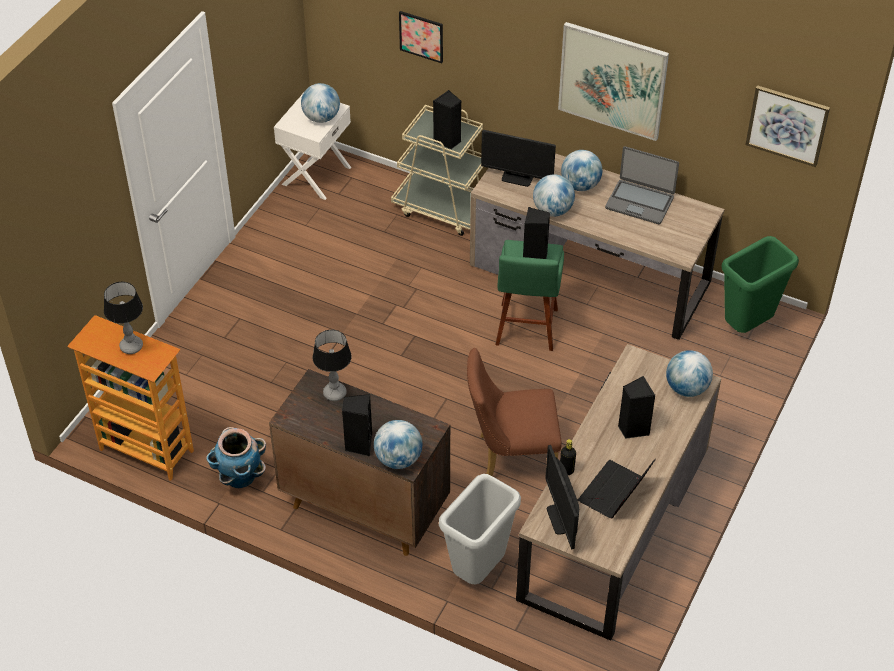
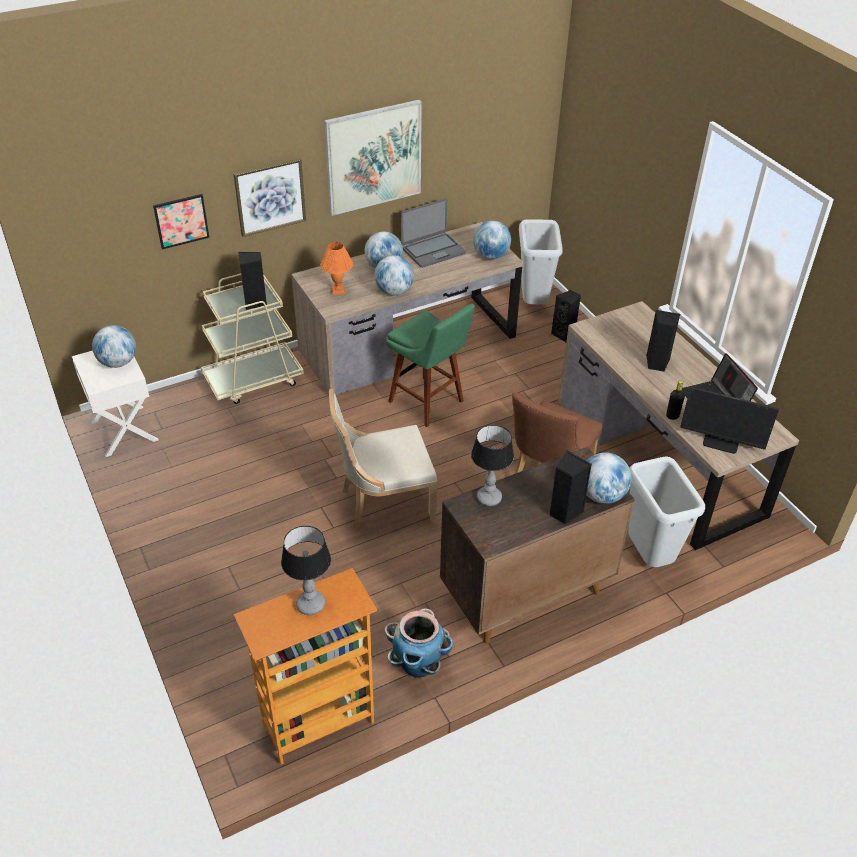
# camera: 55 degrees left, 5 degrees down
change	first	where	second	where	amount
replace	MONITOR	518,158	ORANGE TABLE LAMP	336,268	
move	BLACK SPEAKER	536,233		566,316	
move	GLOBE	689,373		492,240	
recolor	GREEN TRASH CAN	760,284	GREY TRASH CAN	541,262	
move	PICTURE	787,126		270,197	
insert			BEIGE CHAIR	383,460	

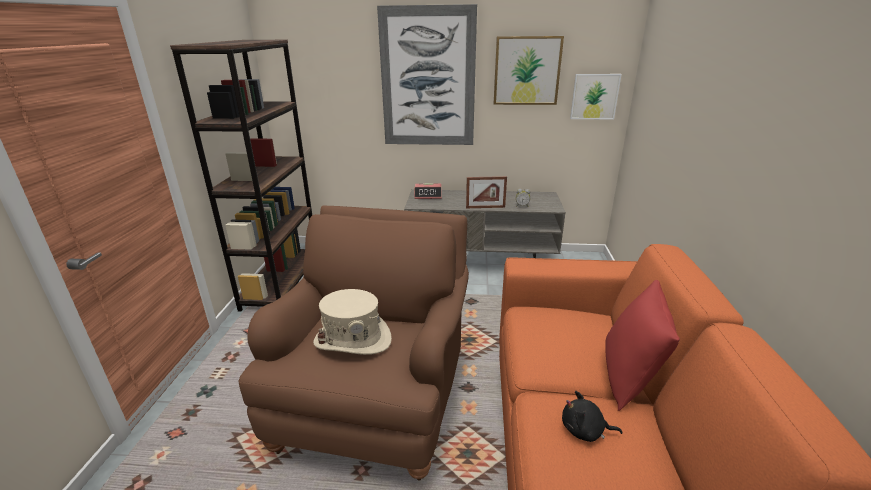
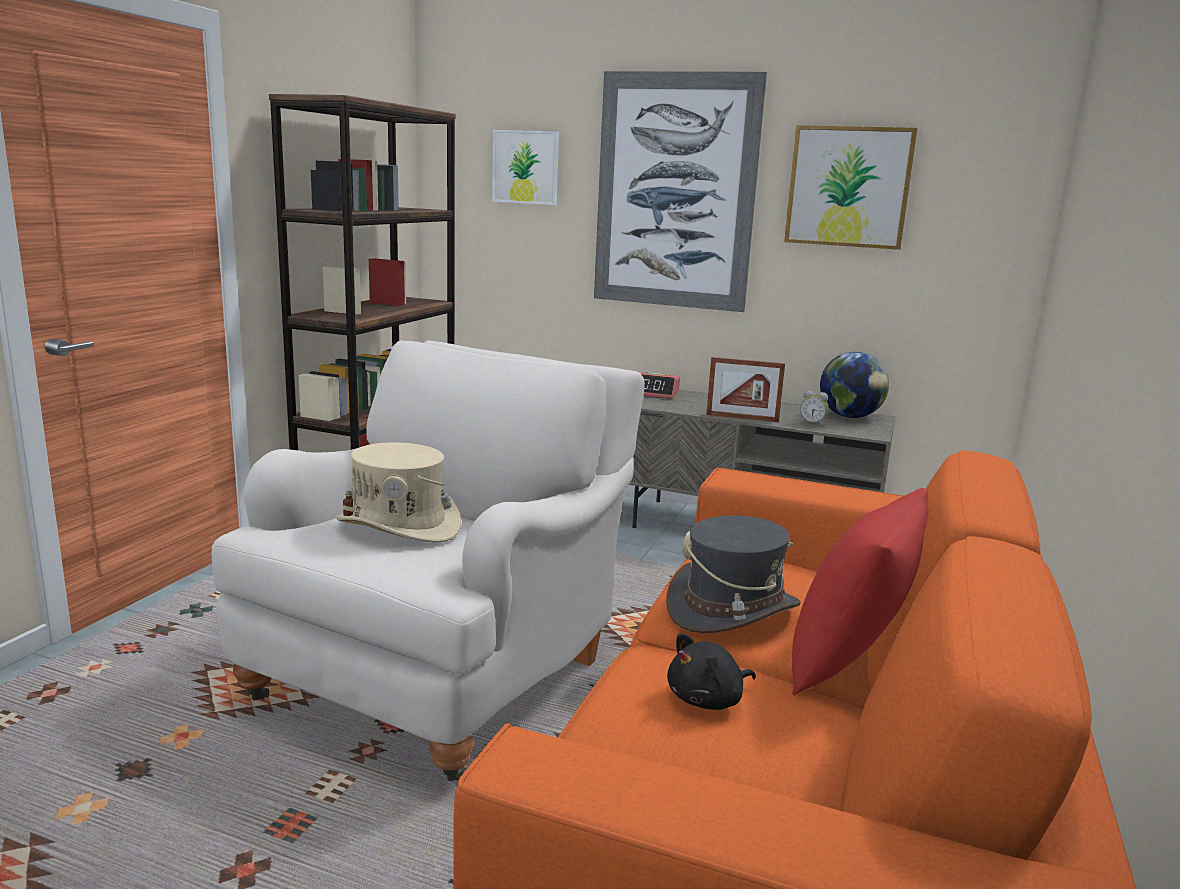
# camera: 15 degrees right, 10 degrees down
change	first	where	second	where	amount
recolor	BROWN ARMCHAIR	353,342	WHITE ARMCHAIR	428,560	
rotate	BLACK PLUSH TOY	592,416		711,671	60 degrees counterclockwise
move	PICTURE	596,96		525,167	
insert			GREY HAT	733,574	
insert			GLOBE	854,385	

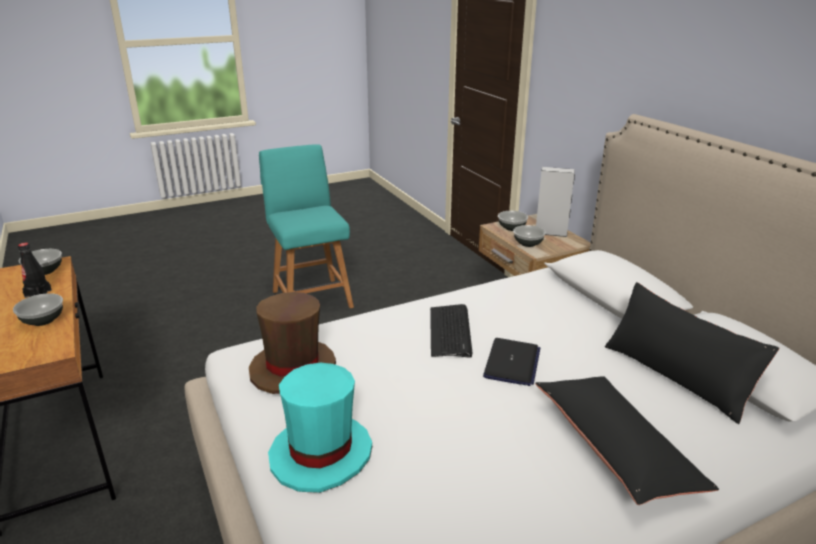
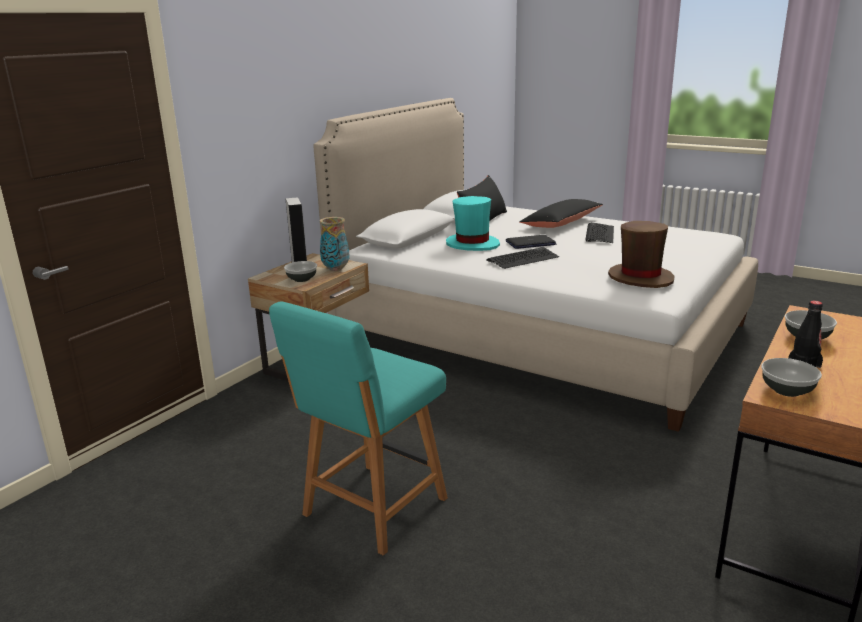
# camera: 120 degrees left, 5 degrees down
change	first	where	second	where	amount
move	TURQUOISE HAT	320,428		473,223	
replace	BOWL	529,236	VASE	335,244	
insert			KEYBOARD	599,232	

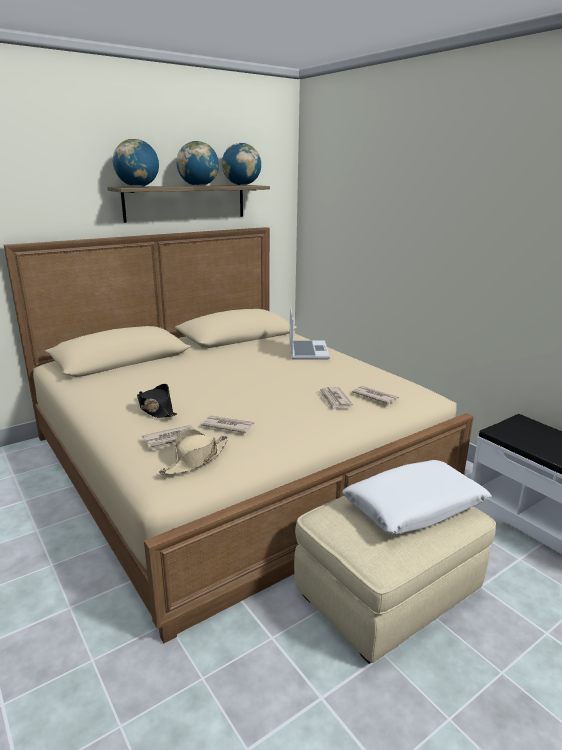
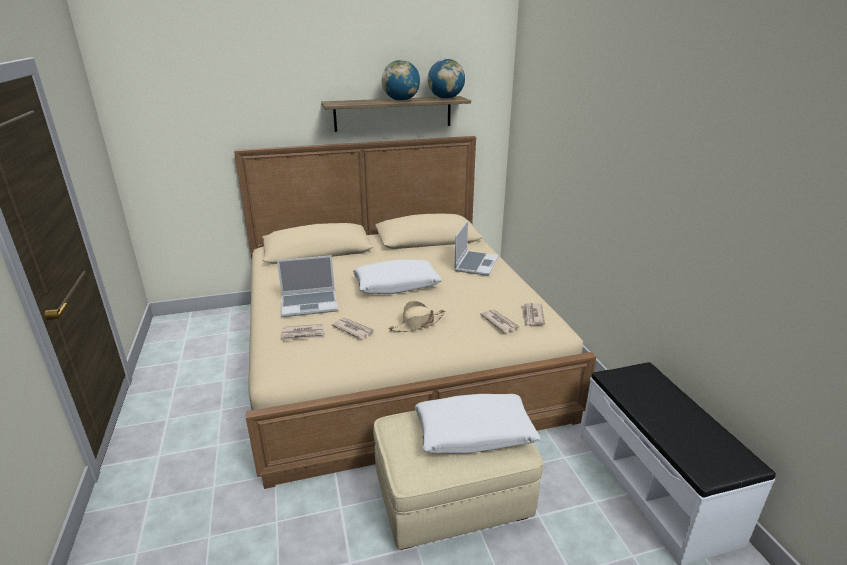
# camera: 20 degrees right, 5 degrees up
change	first	where	second	where	amount
delete	GLOBE	136,163			
replace	BLACK HAT	157,401	LAPTOP	307,286	
move	BEIGE HAT	194,452		417,316	
move	NEWSPAPER	335,398		533,314	
insert			WHITE PILLOW	397,277	

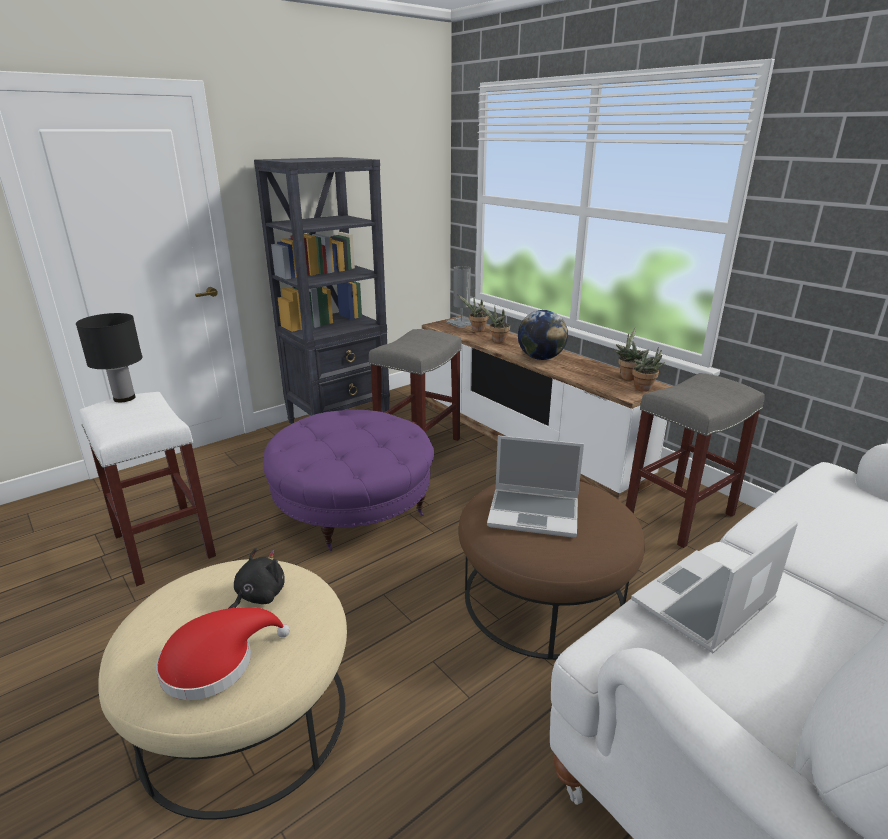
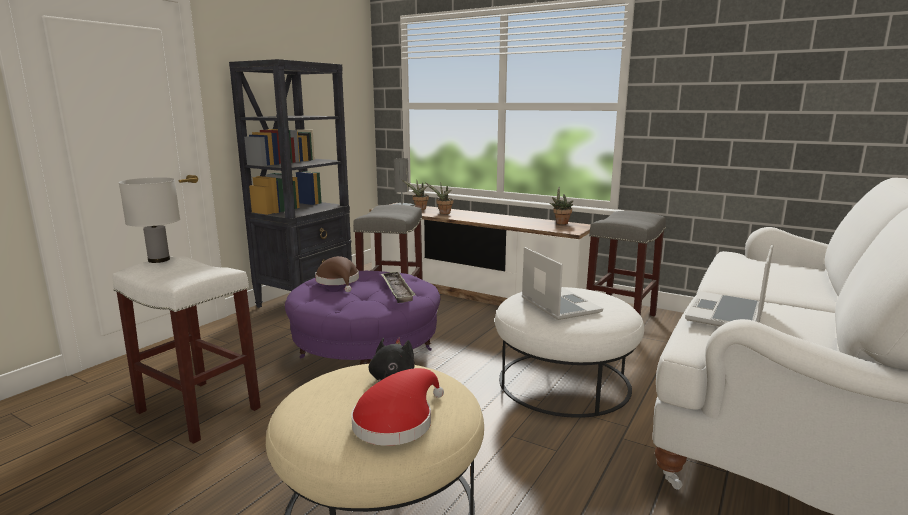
# camera: 20 degrees left, 10 degrees down
change	first	where	second	where	amount
recolor	BLACK TABLE LAMP	109,357	WHITE TABLE LAMP	149,220	
recolor	BROWN OTTOMAN	552,570	WHITE OTTOMAN	569,352	
rotate	LAPTOP	535,487		562,283	105 degrees counterclockwise
delete	GLOBE	543,335			
delete	POTTED PLANT	648,369			
insert			BROWN HAT	337,274	
insert			TRAY	398,287	

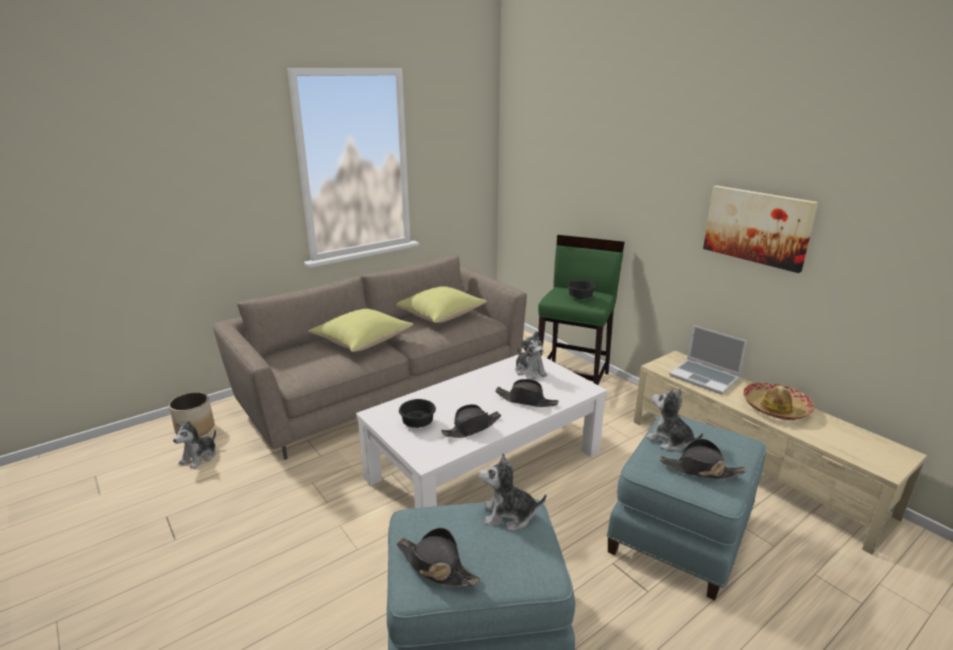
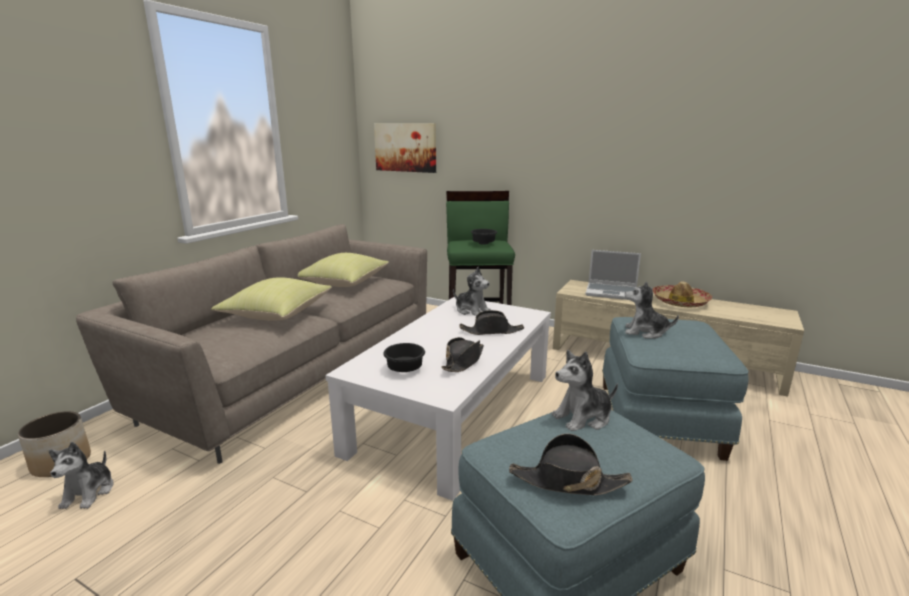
# camera: 25 degrees left, 5 degrees down
change	first	where	second	where	amount
delete	BLACK HAT	703,458			
move	PICTURE	760,229		405,148	

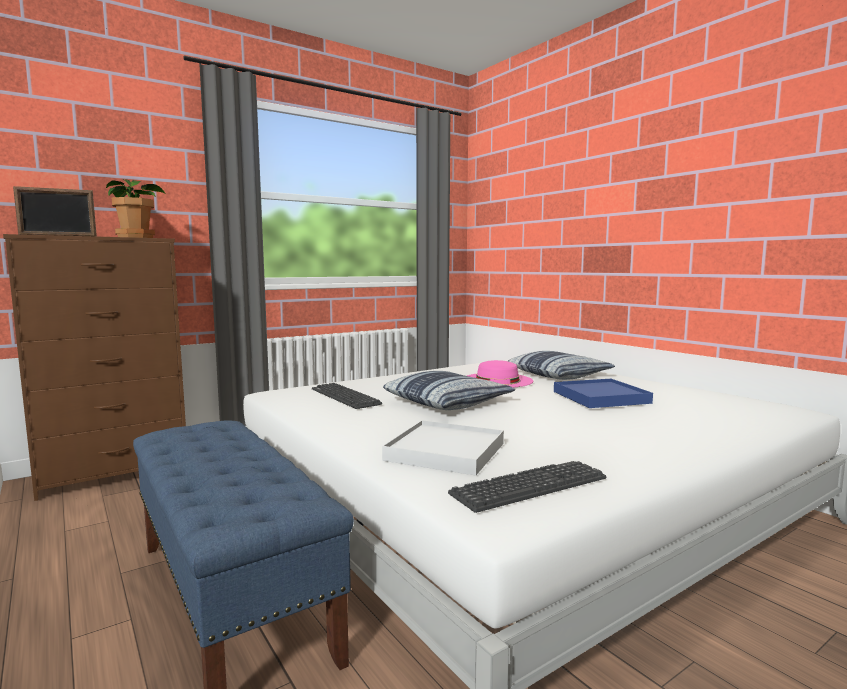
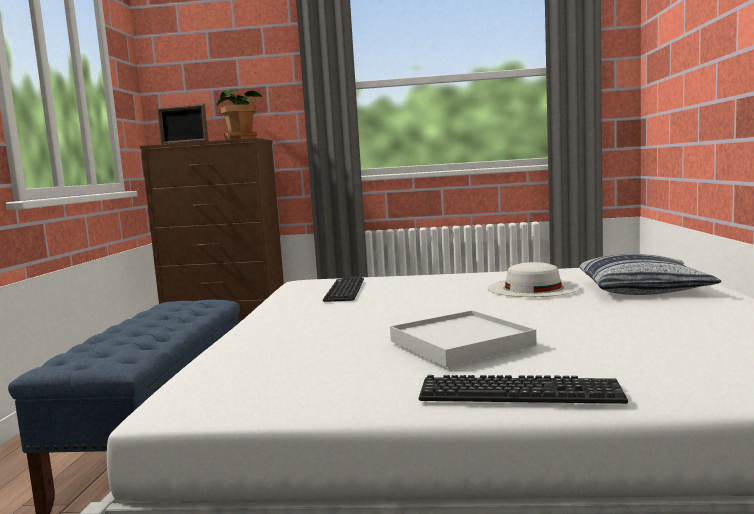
# camera: 40 degrees right, 0 degrees up
change	first	where	second	where	amount
move	WHITE TRAY	443,448		463,338	
delete	PILLOW	449,390			
move	KEYBOARD	527,487		523,389	
recolor	PINK HAT	500,374	WHITE HAT	534,279	
delete	BLUE TRAY	603,393			

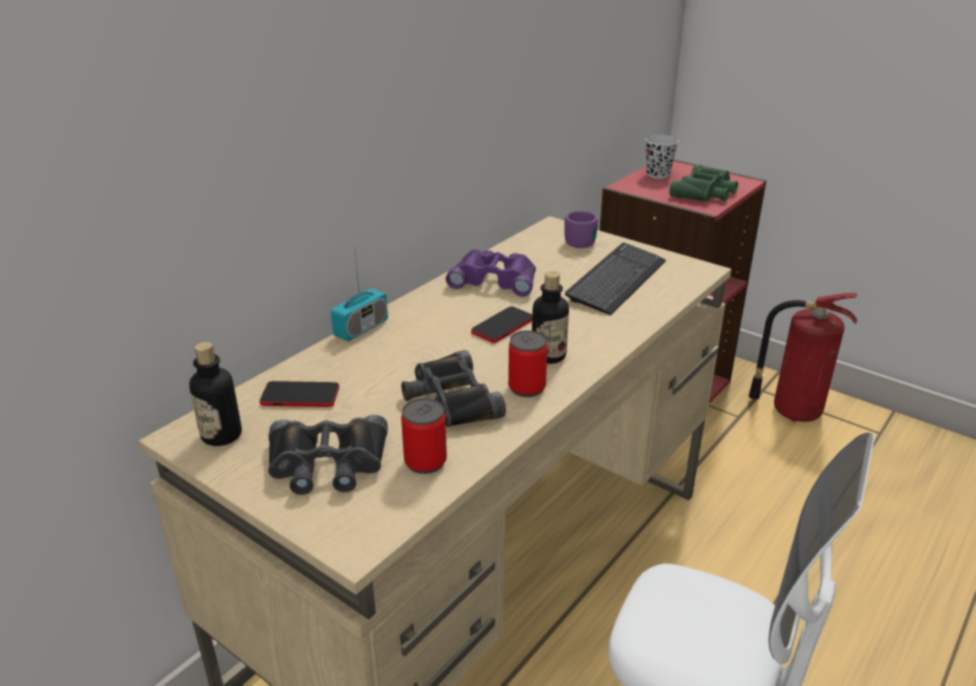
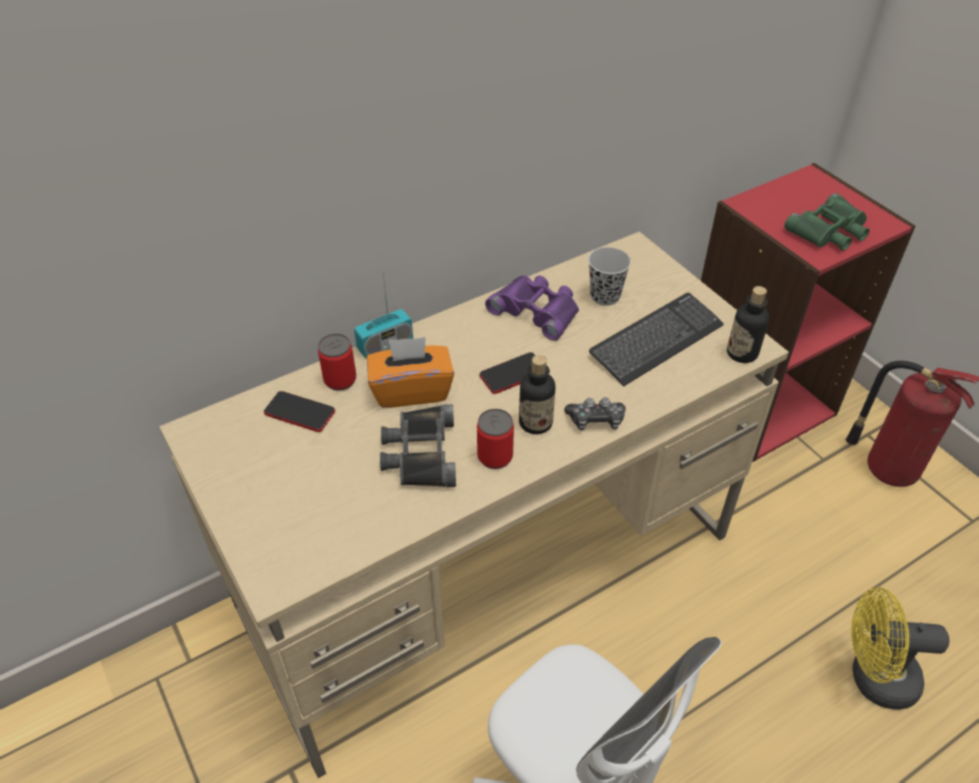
# camera: 20 degrees right, 15 degrees up
change	first	where	second	where	amount
move	BOTTLE	215,394		748,324	
delete	BLACK BINOCULARS	328,455			
move	CAN	424,436		337,362	
delete	PURPLE MUG	581,229			
move	BLACK CUP	662,157		609,276	
insert			ORANGE TISSUE BOX	410,372	
insert			GAME CONTROLLER	595,414	
insert			YELLOW FAN	900,648	

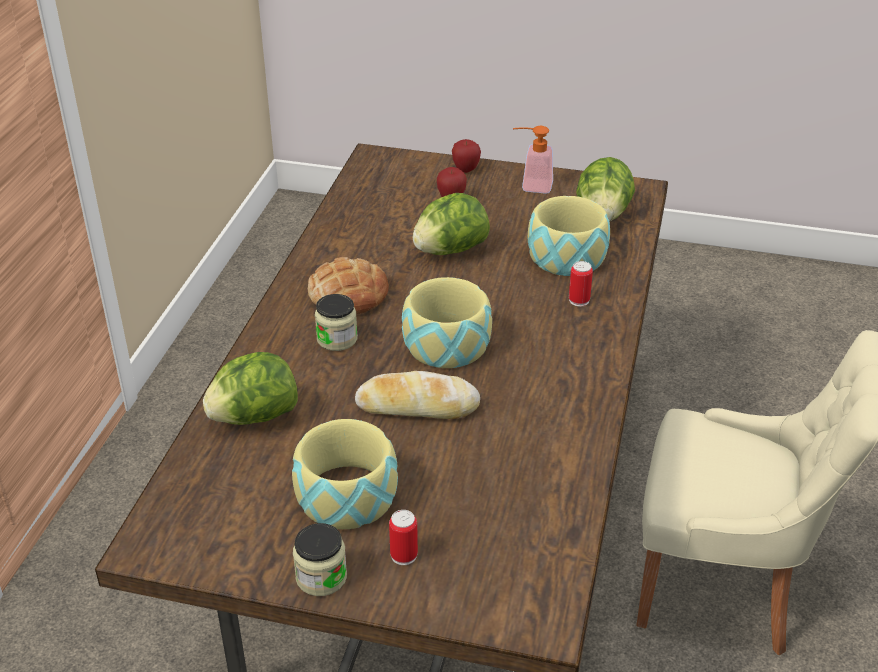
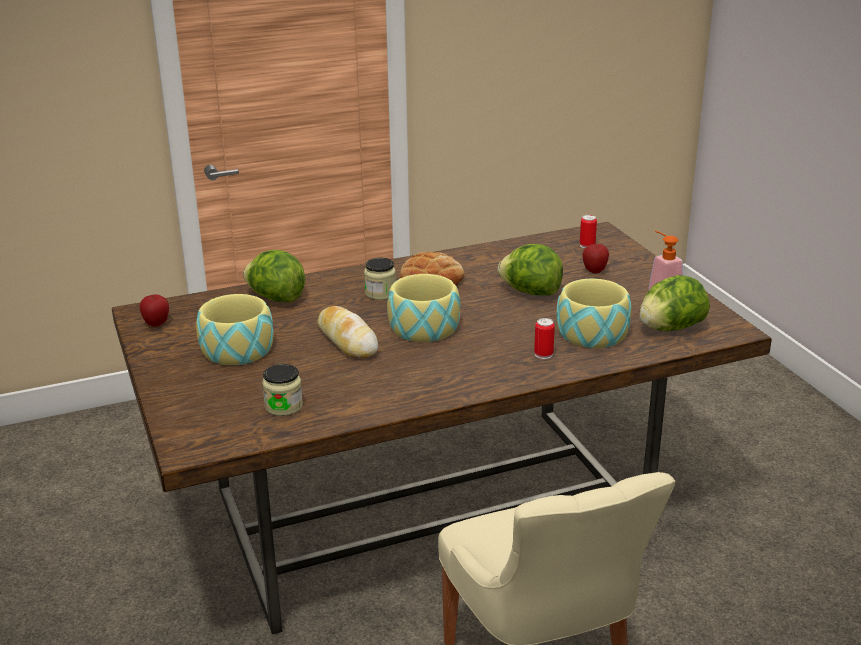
# camera: 55 degrees right, 10 degrees down
change	first	where	second	where	amount
move	JAR	320,559		282,390	
move	CAN	403,537		588,231	
move	APPLE	466,156		154,311	

